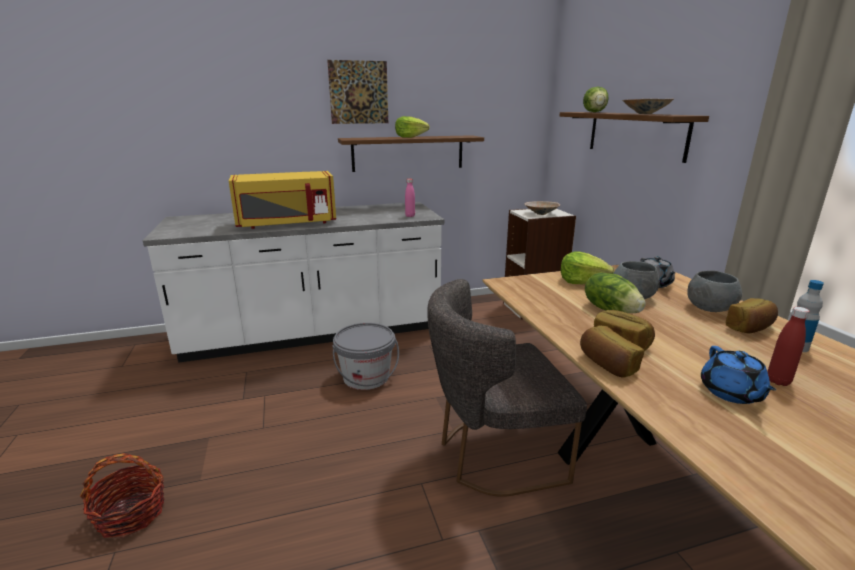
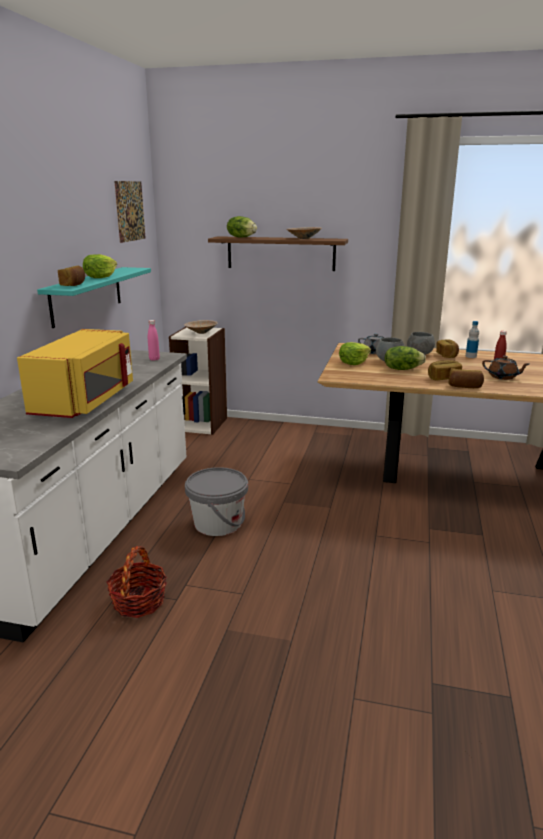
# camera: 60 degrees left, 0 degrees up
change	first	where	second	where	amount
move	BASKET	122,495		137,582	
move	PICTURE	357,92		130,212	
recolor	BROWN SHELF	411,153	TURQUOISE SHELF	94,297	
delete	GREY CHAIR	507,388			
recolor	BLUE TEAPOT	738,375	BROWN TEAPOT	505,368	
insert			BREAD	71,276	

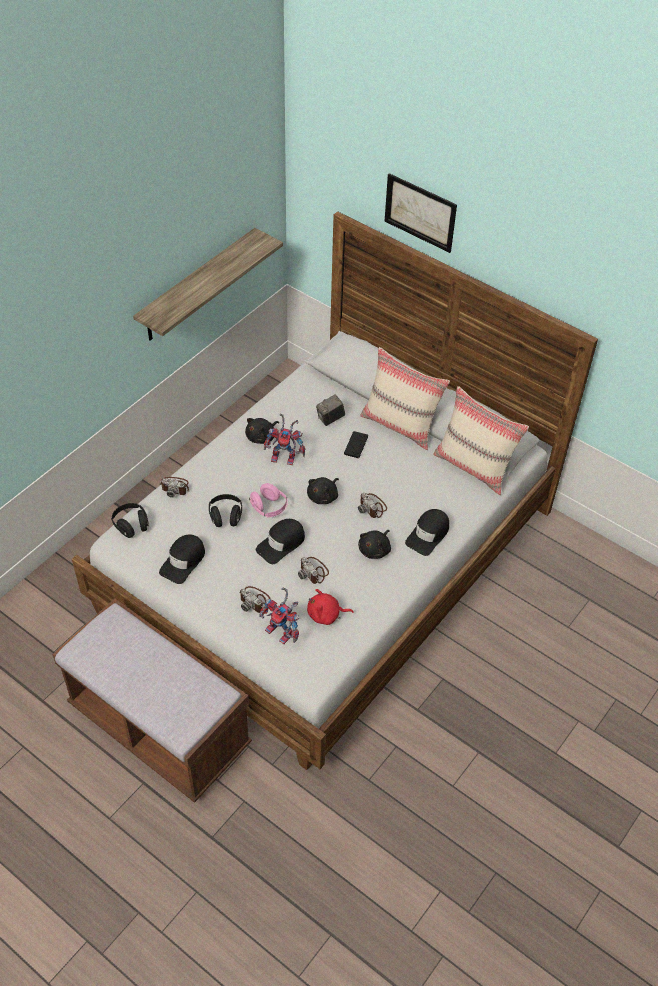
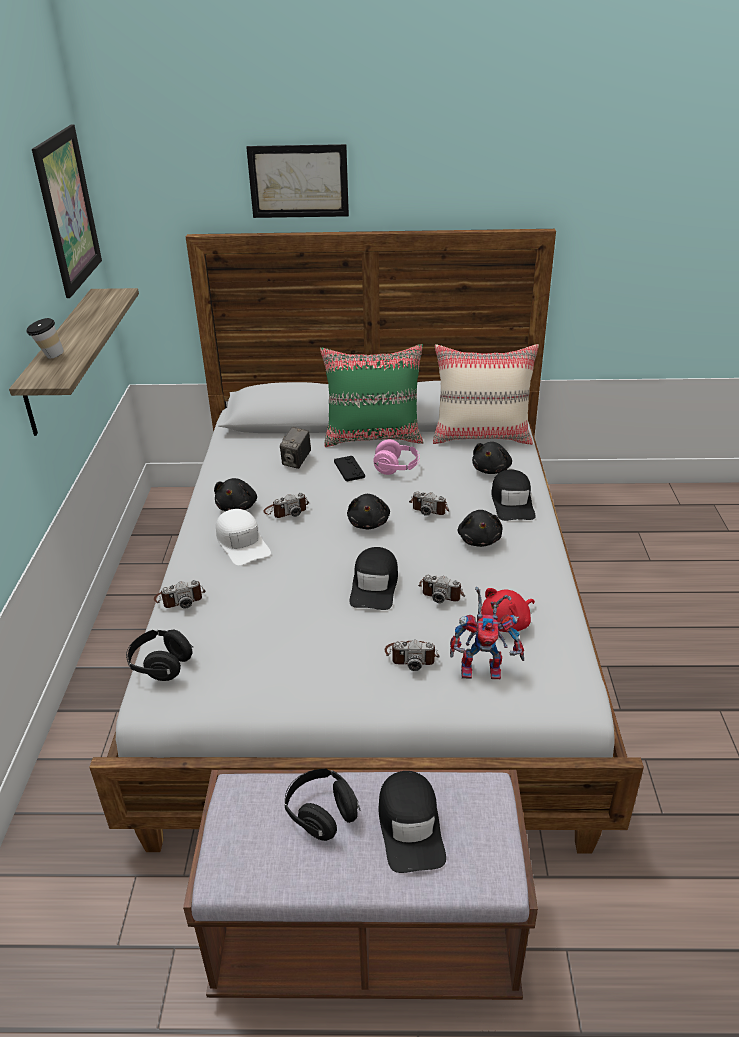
# camera: 35 degrees left, 15 degrees down
change	first	where	second	where	amount
move	BLACK CAP	182,559		412,822	
move	BLACK HEADPHONES	225,510		322,804	
move	PINK HEADPHONES	268,500		396,457	
replace	TOY ROBOT	284,439	PHOTO CAMERA	286,505	
recolor	BEIGE PILLOW	405,398	GREEN PILLOW	372,395	
insert			CUP	45,338	
insert			PICTURE	67,211	
insert			WHITE CAP	243,537	
insert			BLACK PLUSH TOY	492,458	

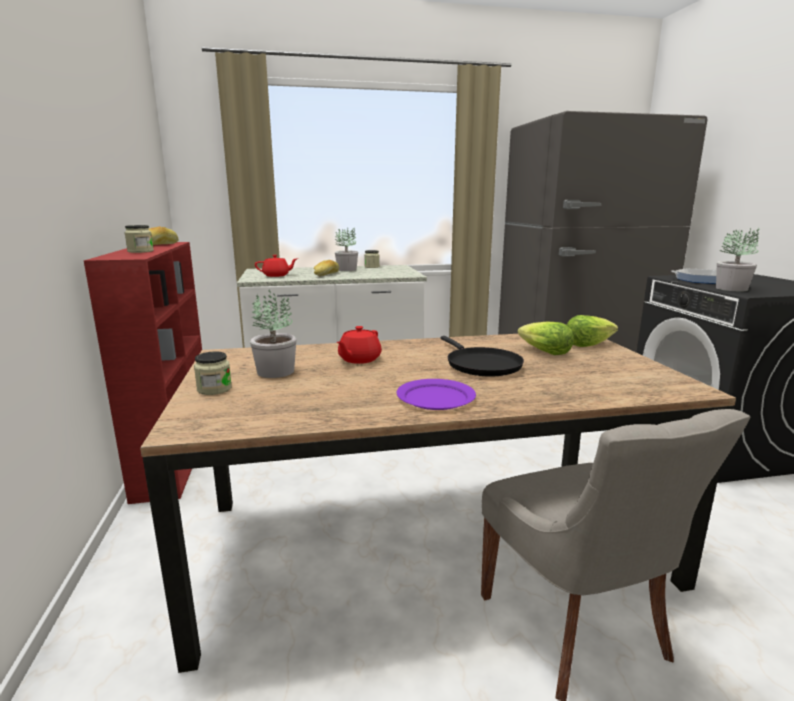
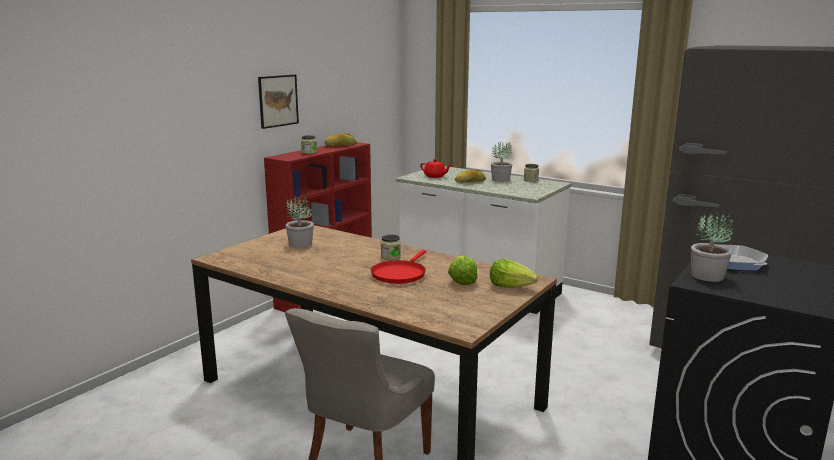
# camera: 45 degrees right, 0 degrees up
change	first	where	second	where	amount
move	JAR	213,373		391,247	
delete	RED TEAPOT	359,345			
delete	PURPLE PLATE	436,394			
recolor	BLACK FRYING PAN	482,356	RED FRYING PAN	398,267	
insert			PICTURE	278,102	

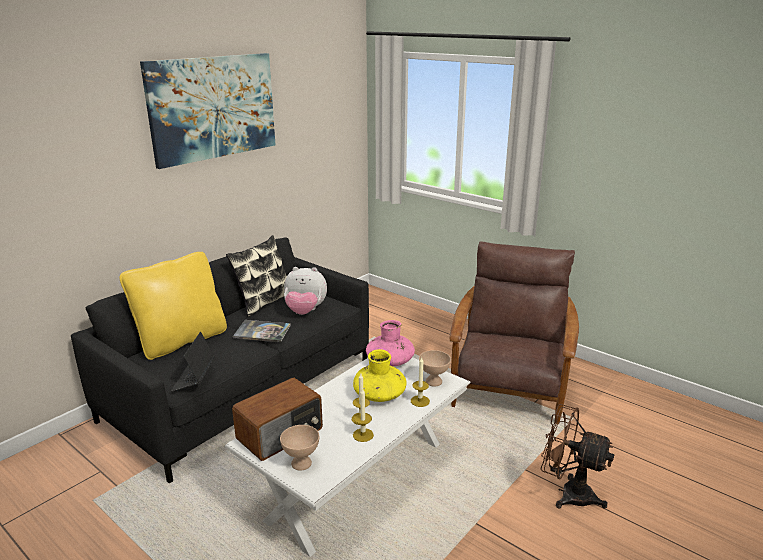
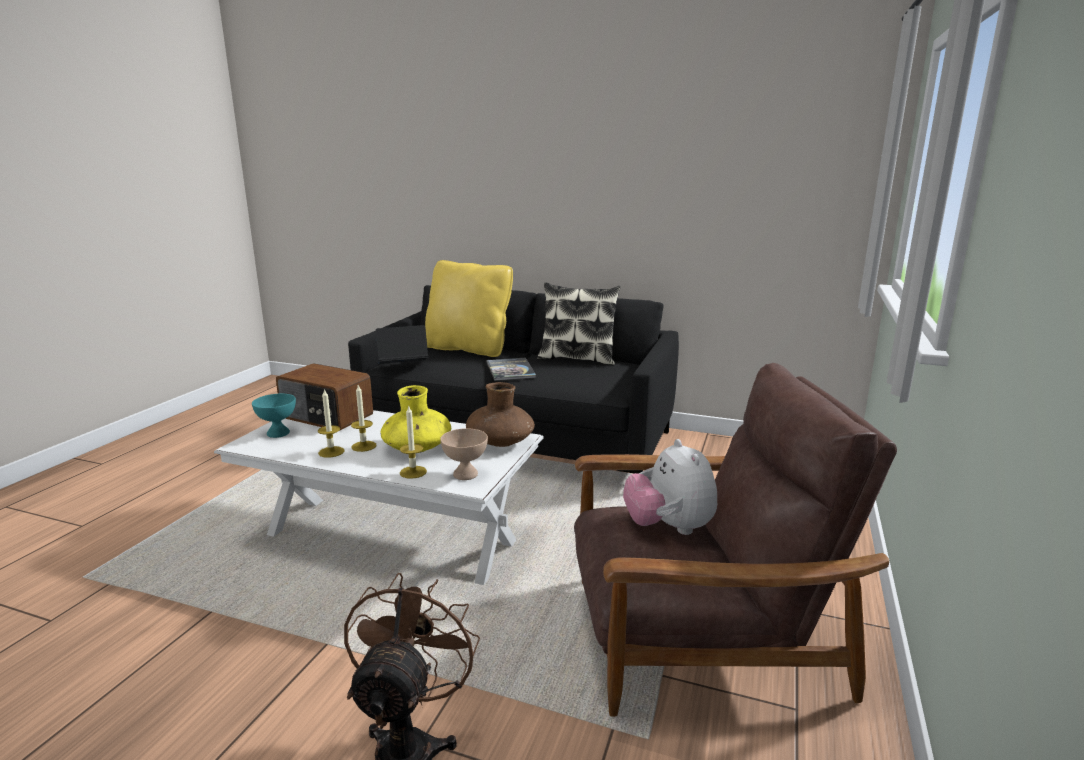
# camera: 70 degrees right, 5 degrees down
change	first	where	second	where	amount
delete	PICTURE	207,111			
recolor	BEIGE BOWL	299,448	TURQUOISE BOWL	274,416	
move	PLUSH TOY	305,291		670,487	
recolor	PINK VASE	390,343	BROWN VASE	500,414	

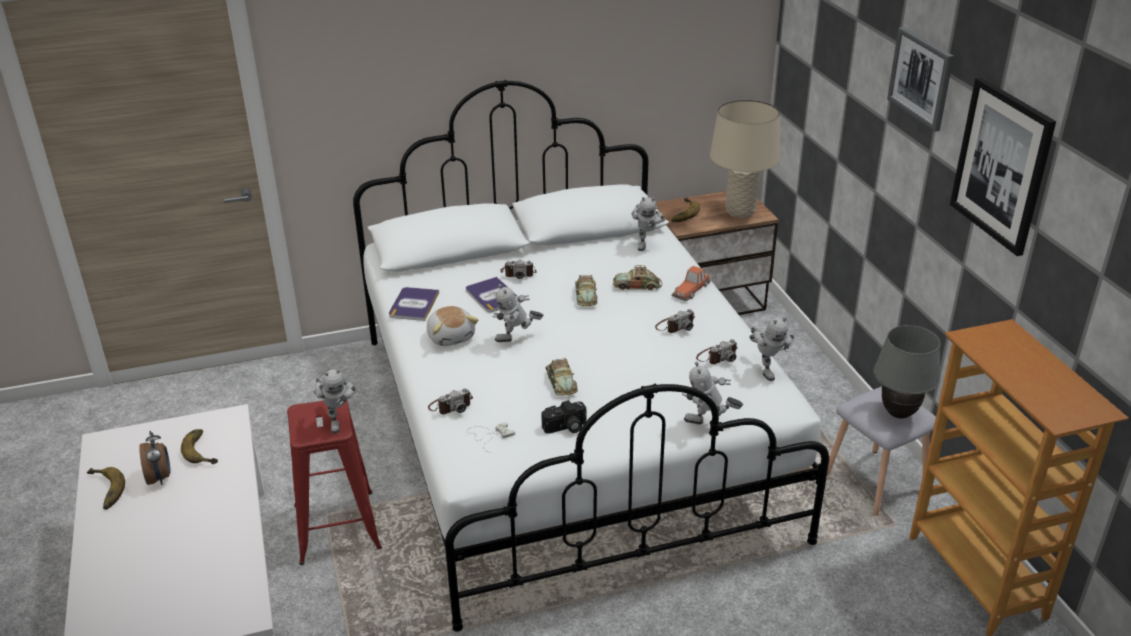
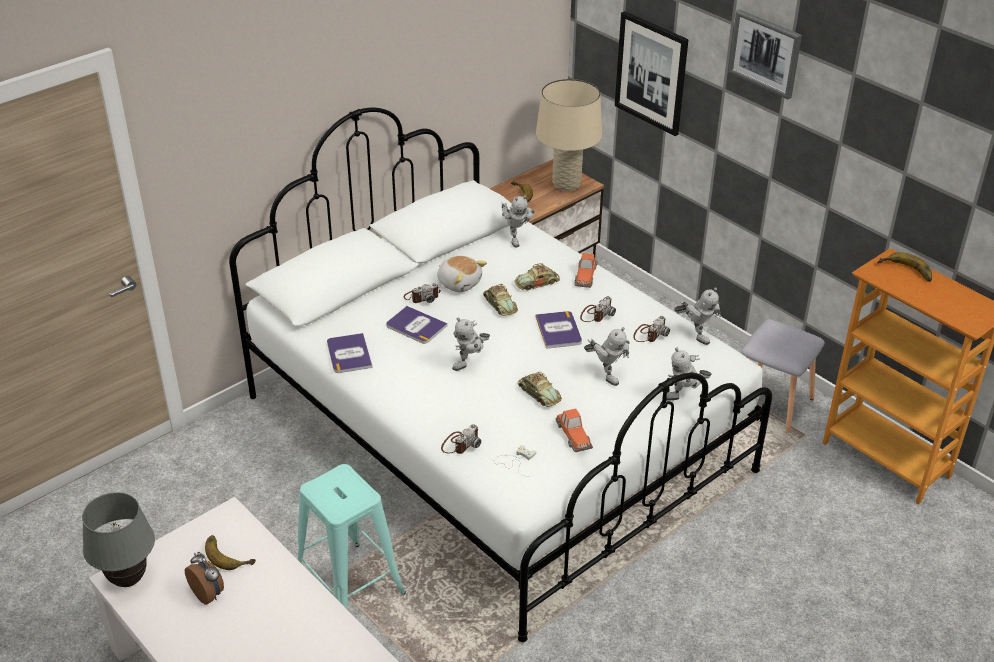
# camera: 25 degrees left, 5 degrees up
change	first	where	second	where	amount
move	BANANA	106,488		904,267	
recolor	RED STOOL	334,482	TURQUOISE STOOL	351,536	
move	TOY ROBOT	335,401		606,356	
move	PLUSH TOY	452,326		462,274	
replace	PHOTO CAMERA	564,417	TOY CAR	574,430	
move	GREY TABLE LAMP	907,372		118,539	
move	PICTURE	1003,167		652,73	
insert			BOOK	559,330	

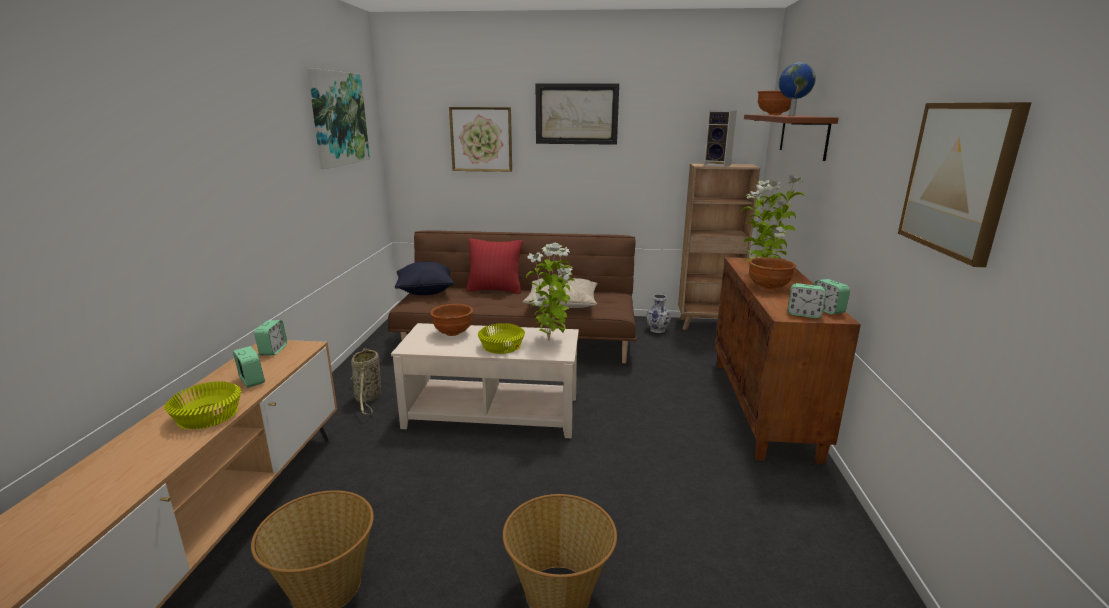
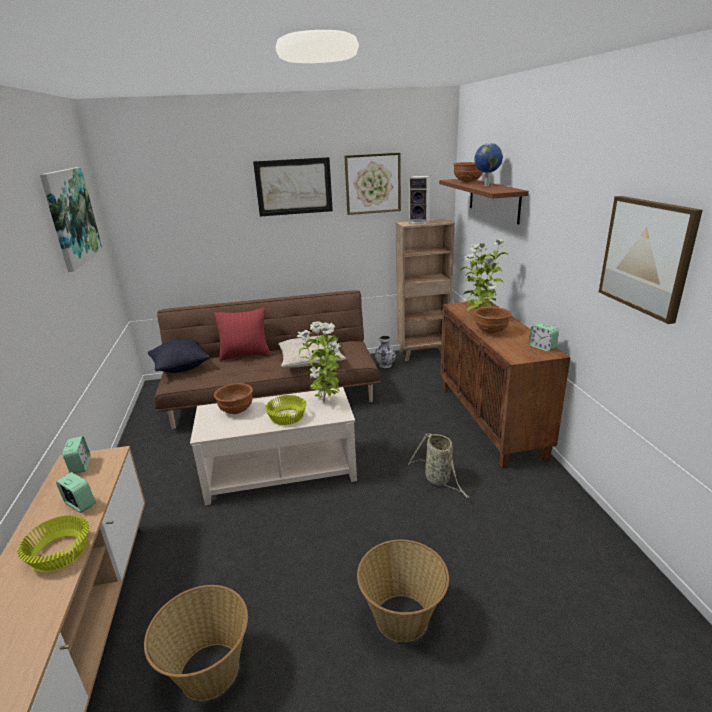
# camera: 15 degrees left, 5 degrees up
change	first	where	second	where	amount
move	BASKET	366,381		438,465	
move	PICTURE	480,139		372,184	
delete	ALARM CLOCK	807,300			

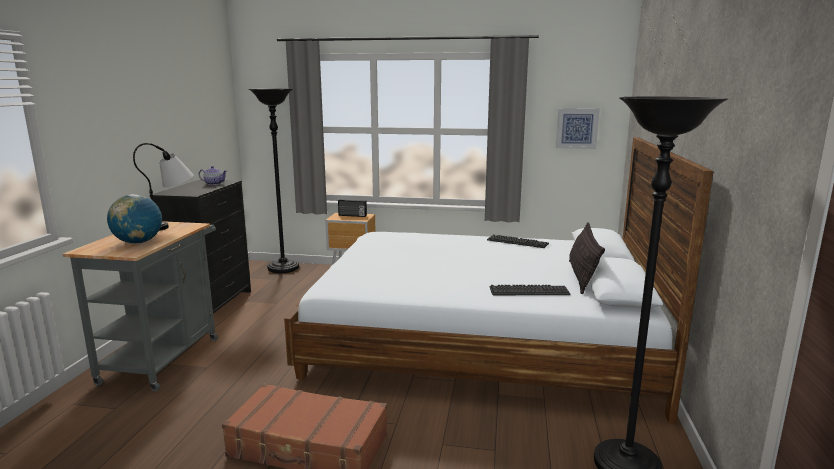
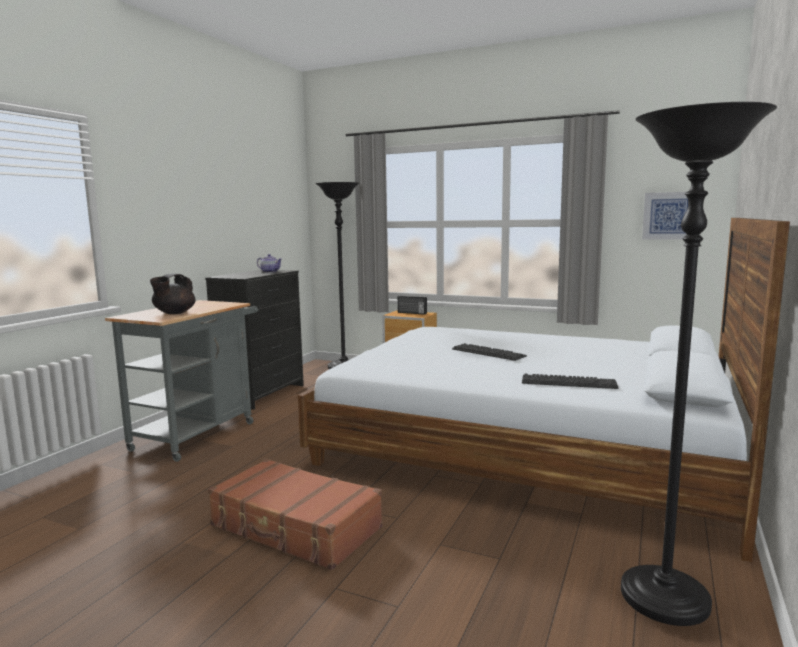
# camera: 15 degrees right, 5 degrees down
change	first	where	second	where	amount
replace	GLOBE	134,219	BLACK TEAPOT	173,293	
delete	TABLE LAMP	163,187			
move	KEYBOARD	518,241		489,352	
delete	PILLOW	587,258			

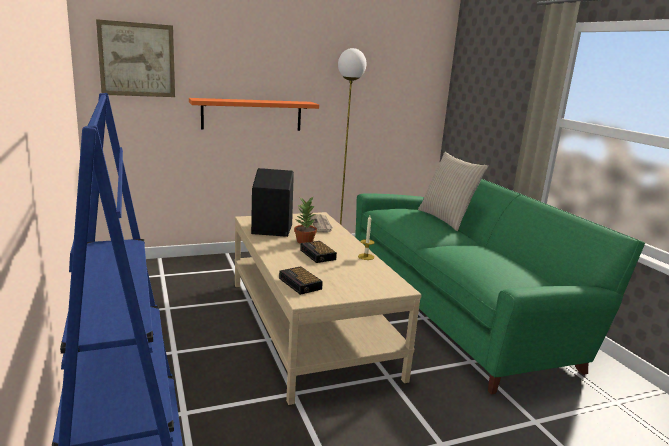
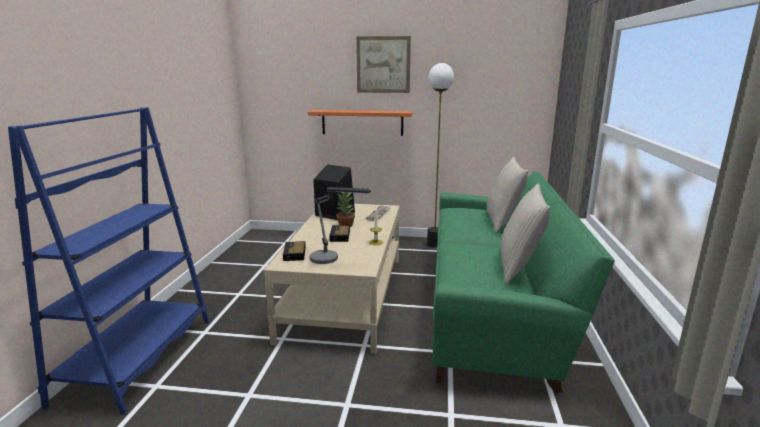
# camera: 30 degrees right, 0 degrees up
change	first	where	second	where	amount
move	PICTURE	135,58		383,64	
insert			TABLE LAMP	340,225	
insert			BEIGE PILLOW	526,234	

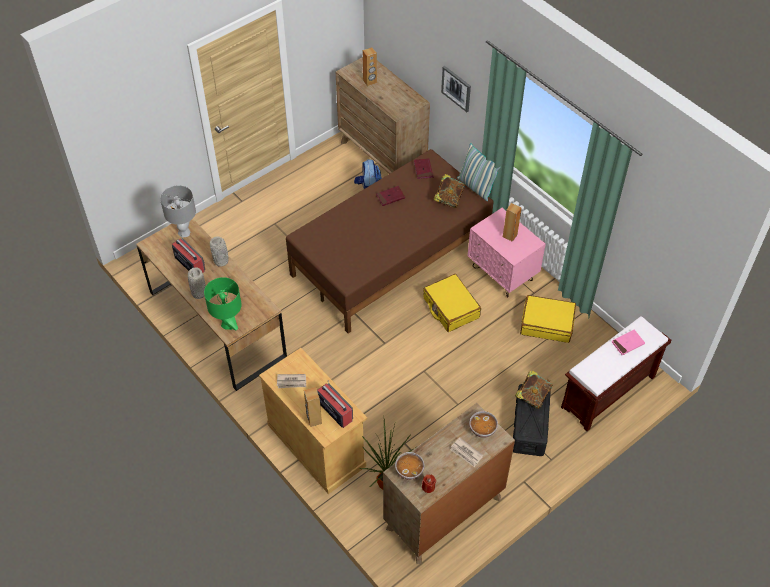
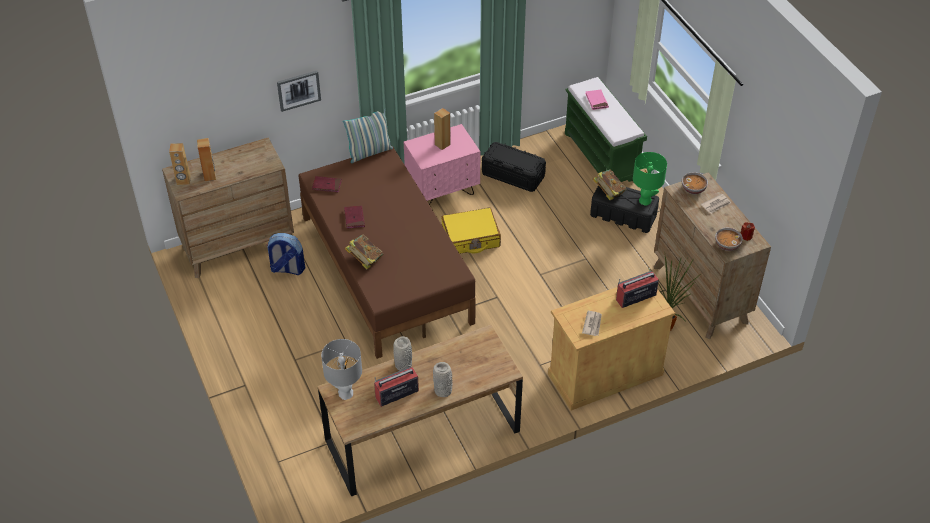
# camera: 75 degrees left, 5 degrees down
change	first	where	second	where	amount
move	GREEN TABLE LAMP	223,304		650,179	
move	BROWN SPEAKER	313,407		180,164	
move	BOOK	449,191		364,252	
replace	YELLOW SUITCASE	548,319	BLACK STORAGE BOX	514,167	
recolor	BROWN BENCH	616,373	GREEN BENCH	606,129	

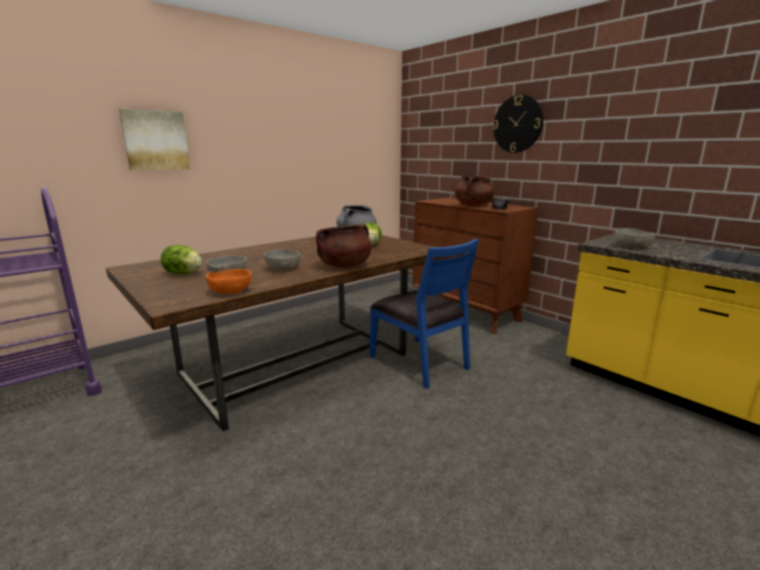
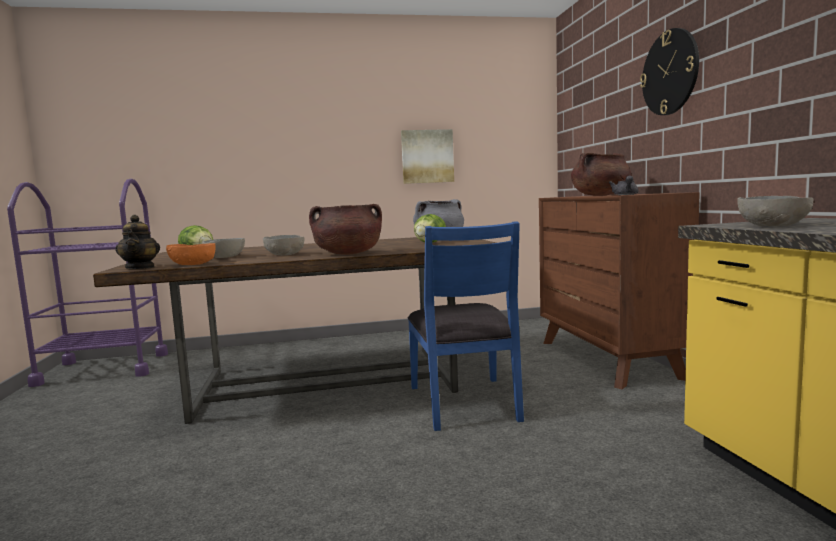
# camera: 30 degrees right, 10 degrees down
change	first	where	second	where	amount
move	PICTURE	154,140		427,156	
insert			TEAPOT	137,242	

